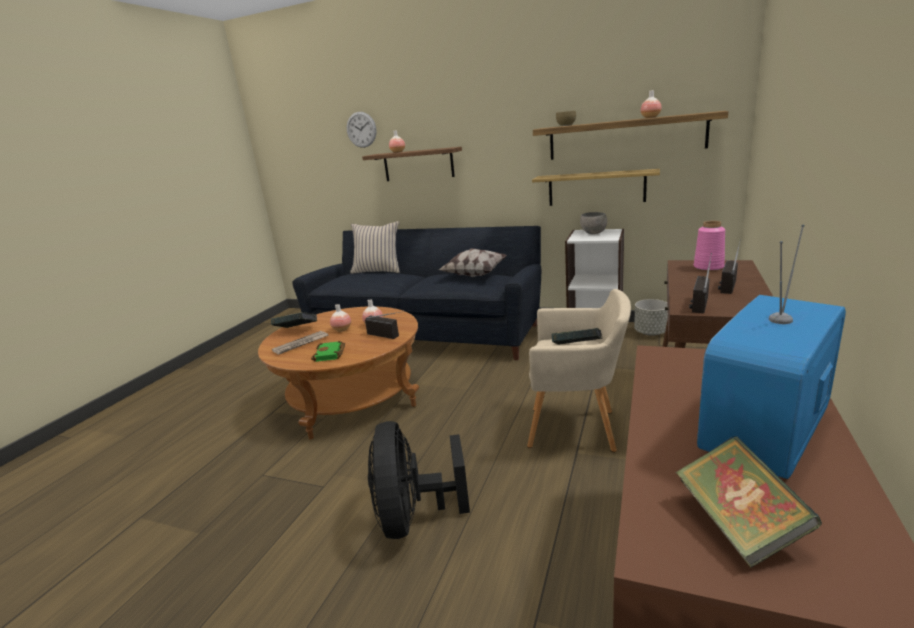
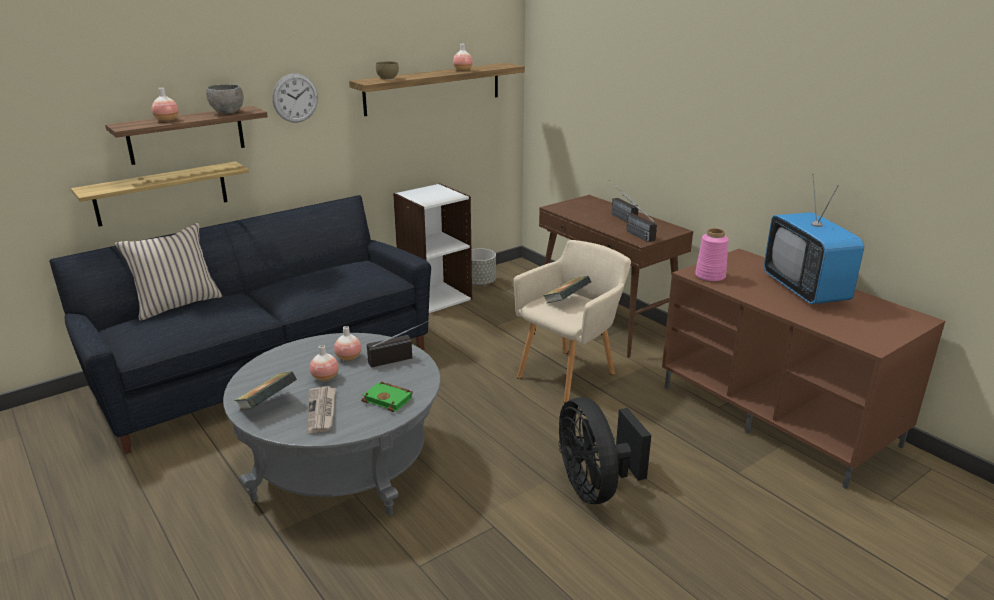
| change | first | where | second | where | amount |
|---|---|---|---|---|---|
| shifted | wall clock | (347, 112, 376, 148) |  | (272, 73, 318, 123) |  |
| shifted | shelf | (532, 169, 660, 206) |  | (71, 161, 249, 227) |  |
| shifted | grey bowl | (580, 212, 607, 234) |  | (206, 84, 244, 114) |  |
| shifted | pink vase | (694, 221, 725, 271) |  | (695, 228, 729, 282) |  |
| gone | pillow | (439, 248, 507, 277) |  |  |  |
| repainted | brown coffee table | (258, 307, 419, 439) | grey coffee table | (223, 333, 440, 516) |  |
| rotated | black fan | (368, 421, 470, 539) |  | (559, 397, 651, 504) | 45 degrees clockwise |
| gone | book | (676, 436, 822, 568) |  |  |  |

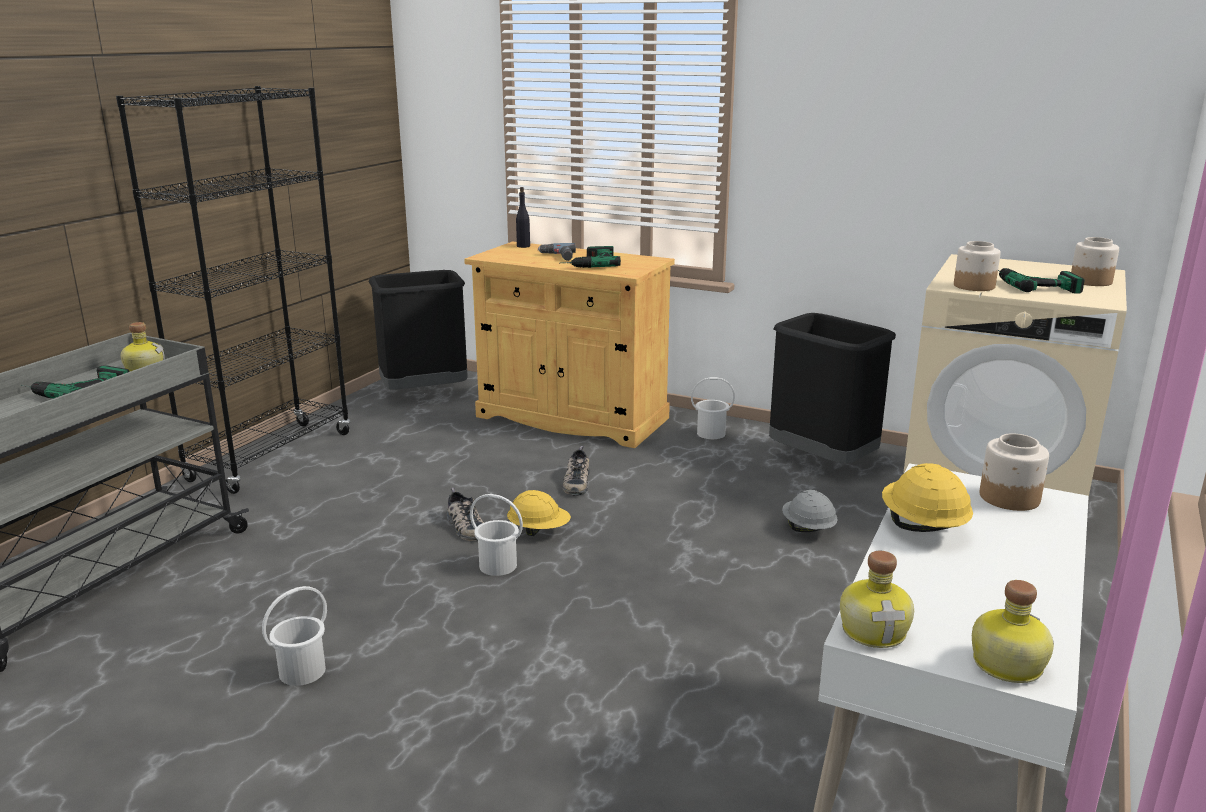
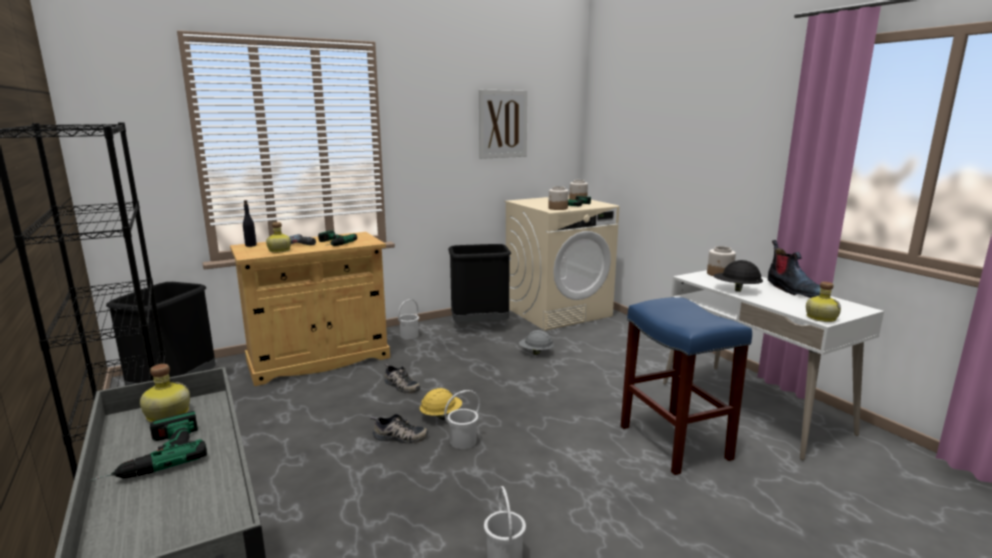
| change | first | where | second | where | amount |
|---|---|---|---|---|---|
| repainted | yellow hard hat | (882, 463, 973, 532) | black hard hat | (713, 260, 763, 292) |  |
| shifted | bottle | (972, 580, 1054, 683) |  | (266, 222, 291, 253) |  |
| new |  |  | picture | (479, 90, 528, 159) |  |
| new |  |  | boot | (768, 240, 821, 298) |  |
| new |  |  | blue stool | (621, 297, 752, 475) |  |

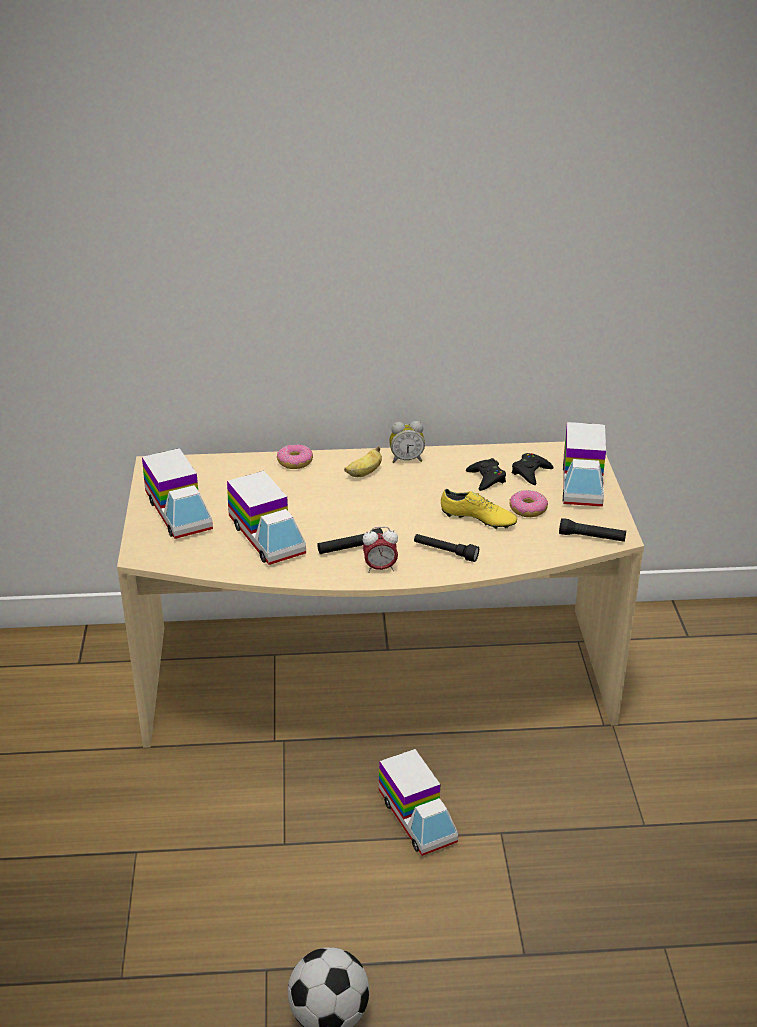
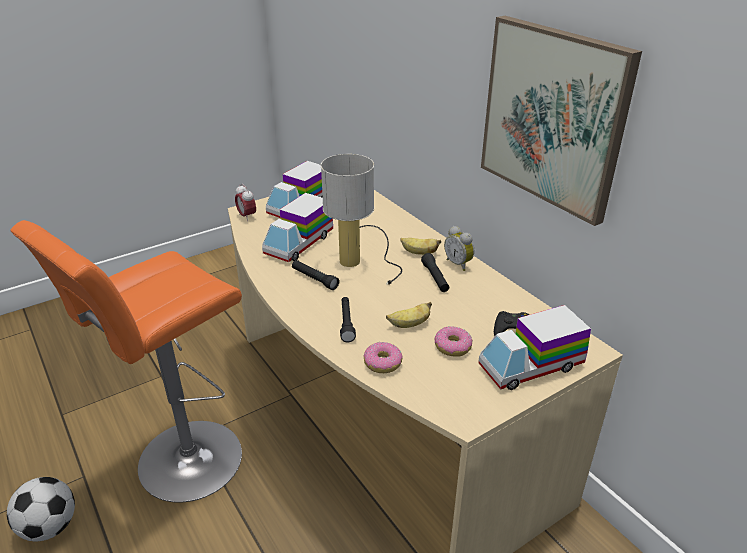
| change | first | where | second | where | amount |
|---|---|---|---|---|---|
| shifted | donut | (277, 445, 313, 469) |  | (364, 342, 403, 373) |  |
| gone | black game controller | (466, 458, 506, 491) |  |  |  |
| swapped | yellow shoe | (441, 489, 517, 529) | banana | (386, 302, 432, 328) |  |
| shifted | black flashlight | (559, 518, 626, 542) |  | (421, 253, 449, 292) |  |
| shifted | alarm clock | (363, 527, 398, 573) |  | (235, 183, 256, 221) |  |
| gone | toy truck | (378, 749, 458, 856) |  |  |  |
| new |  |  | picture | (481, 16, 642, 226) |  |
| new |  |  | table lamp | (320, 154, 402, 285) |  |
| new |  |  | orange stool | (10, 220, 242, 503) |  |

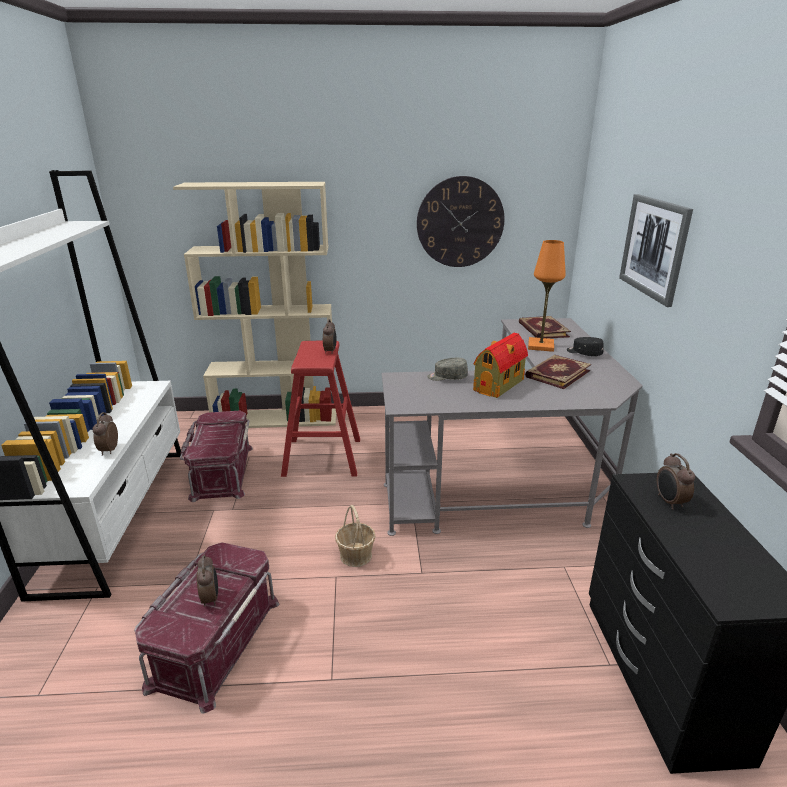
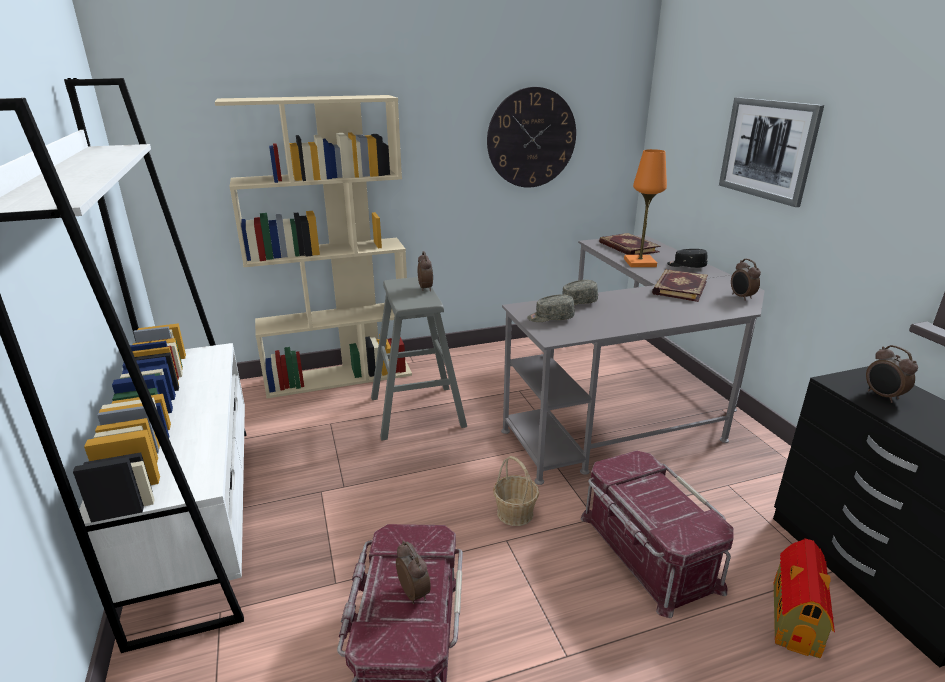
| change | first | where | second | where | amount |
|---|---|---|---|---|---|
| shifted | toy house | (473, 333, 528, 398) |  | (774, 539, 835, 658) |  |
| repainted | red stool | (281, 341, 360, 477) | grey stool | (371, 277, 467, 441) |  |
| shifted | red storage box | (180, 410, 253, 502) |  | (581, 450, 734, 618) |  |
| shifted | alarm clock | (92, 412, 118, 456) |  | (731, 259, 761, 301) |  |
| new |  |  | grey cap | (527, 294, 575, 322) |  |

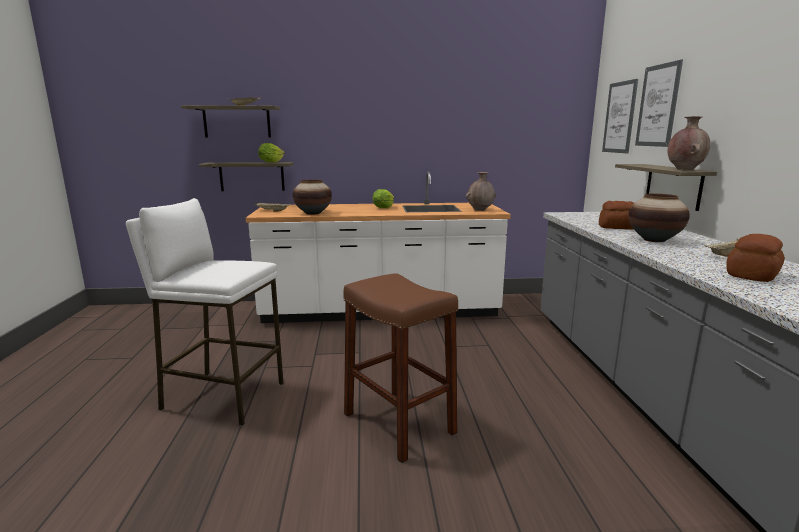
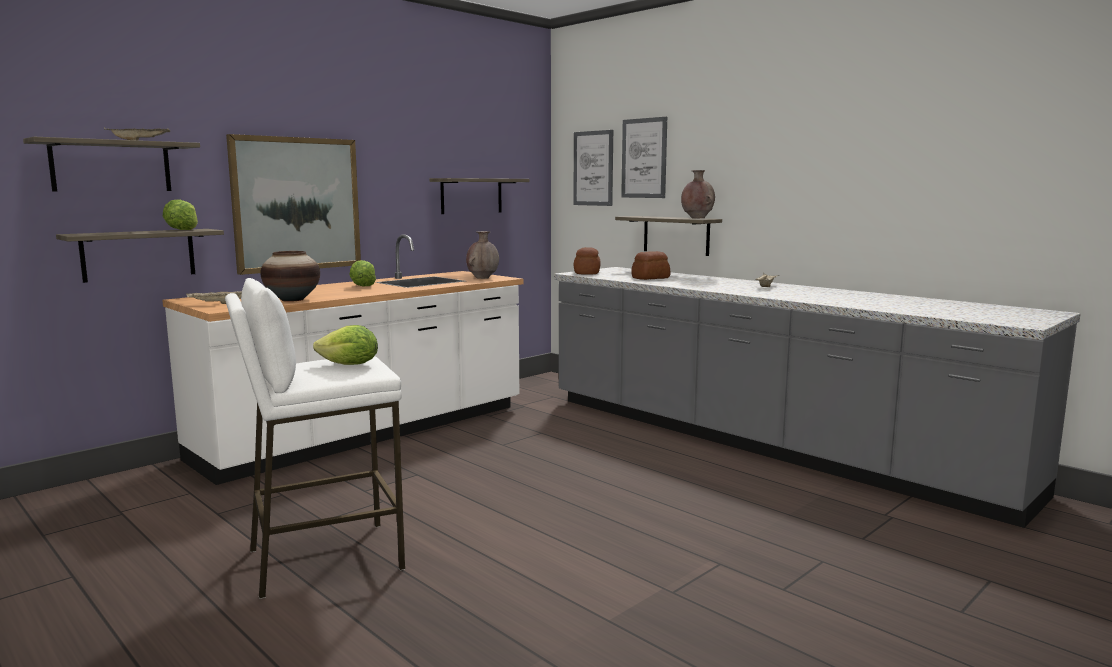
| change | first | where | second | where | amount |
|---|---|---|---|---|---|
| gone | vase | (629, 194, 690, 242) |  |  |  |
| shifted | bread | (727, 234, 785, 282) |  | (574, 247, 601, 274) |  |
| gone | brown stool | (344, 273, 458, 463) |  |  |  |
| new |  |  | picture | (226, 134, 361, 275) |  |
| new |  |  | shelf | (429, 178, 529, 214) |  |
| new |  |  | lettuce | (313, 325, 378, 365) |  |

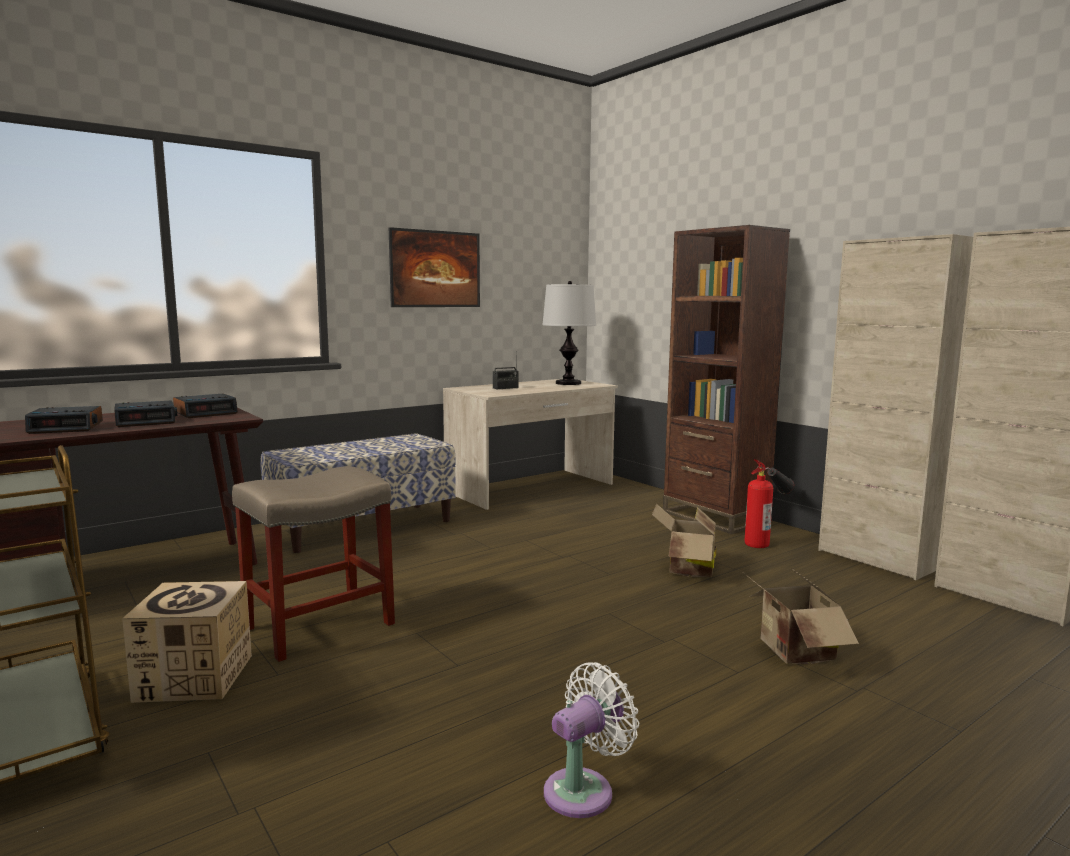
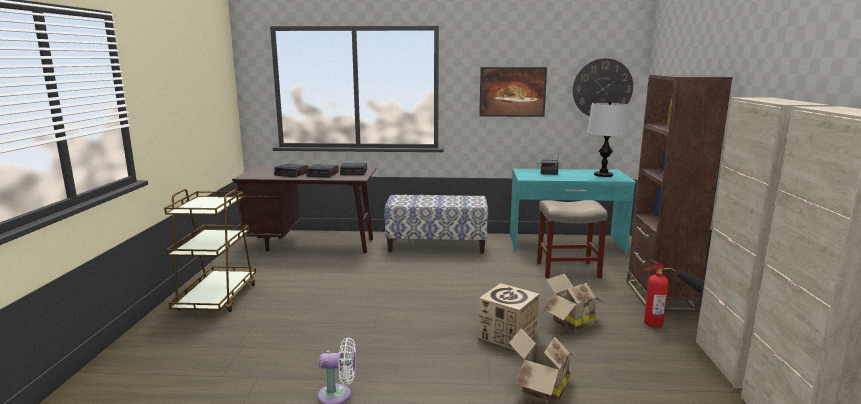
| change | first | where | second | where | amount |
|---|---|---|---|---|---|
| repainted | beige desk | (443, 379, 618, 510) | turquoise desk | (510, 169, 636, 254) |  |
| shifted | beige stool | (232, 466, 395, 662) |  | (537, 200, 608, 278) |  |
| shifted | cardboard box | (122, 581, 252, 703) |  | (478, 283, 539, 351) |  |
| new |  |  | wall clock | (573, 58, 633, 117) |  |

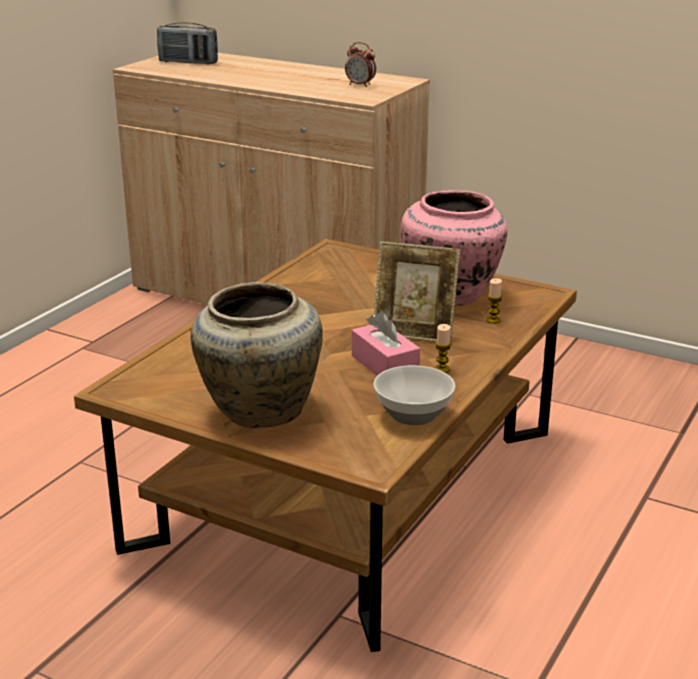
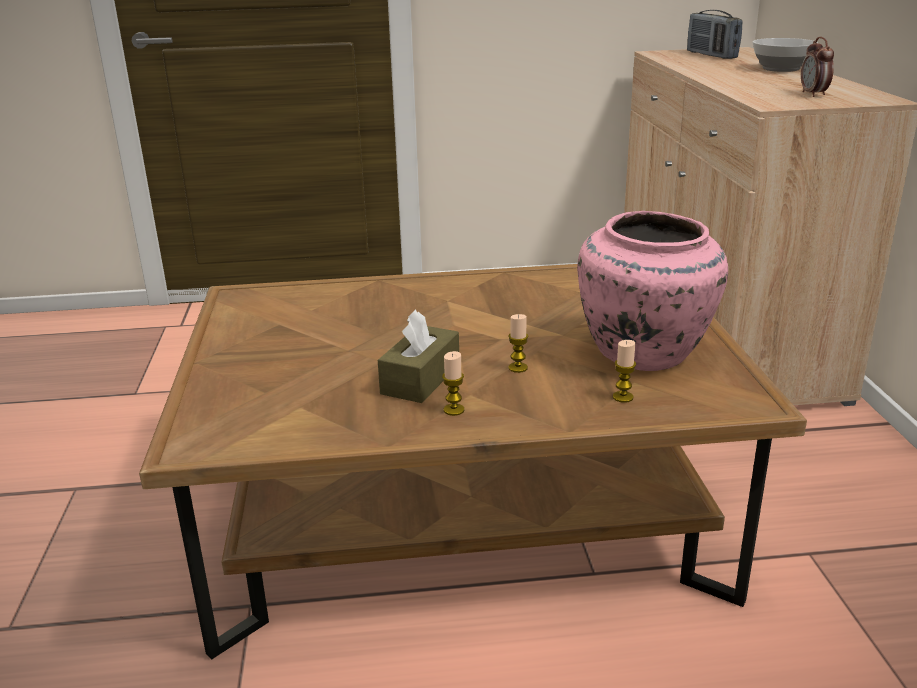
| change | first | where | second | where | amount |
|---|---|---|---|---|---|
| swapped | picture frame | (374, 241, 460, 342) | candle | (508, 314, 528, 373) |  |
| gone | beige vase | (191, 282, 323, 428) |  |  |  |
| repainted | pink tissue box | (352, 311, 420, 376) | brown tissue box | (378, 310, 459, 403) |  |
| shifted | bowl | (373, 365, 456, 425) |  | (752, 38, 818, 72) |  |

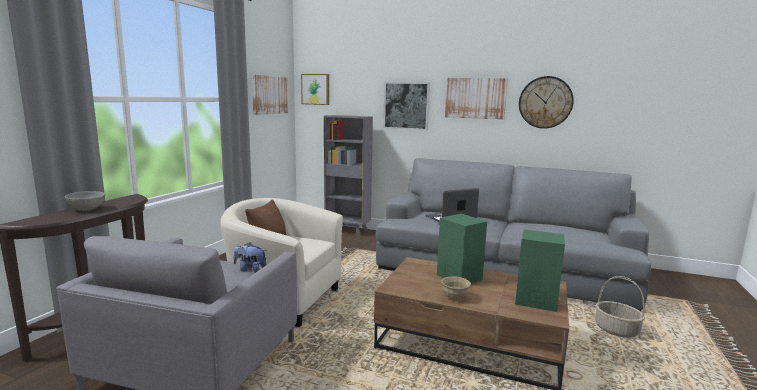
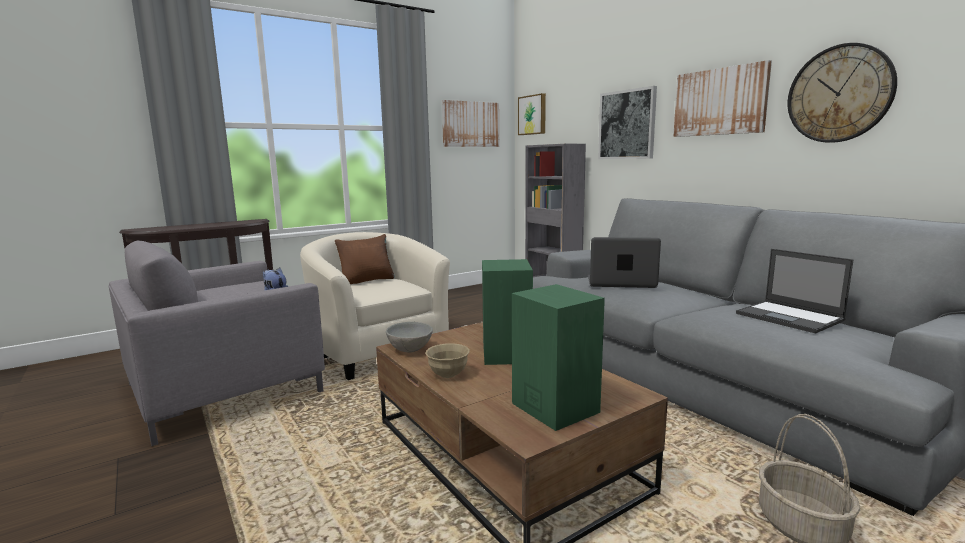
| change | first | where | second | where | amount |
|---|---|---|---|---|---|
| shifted | grey bowl | (65, 191, 105, 211) |  | (386, 322, 433, 352) |  |
| new |  |  | laptop | (736, 249, 854, 333) |  |

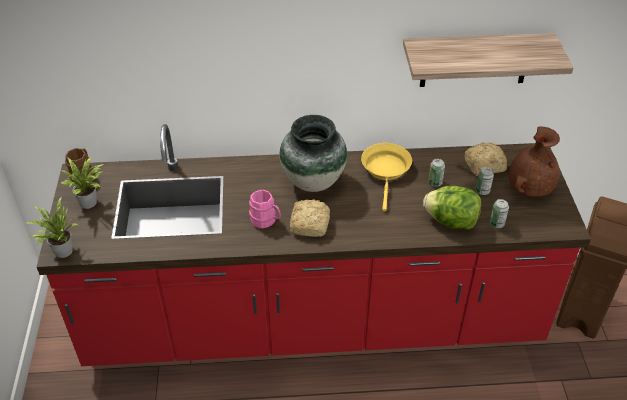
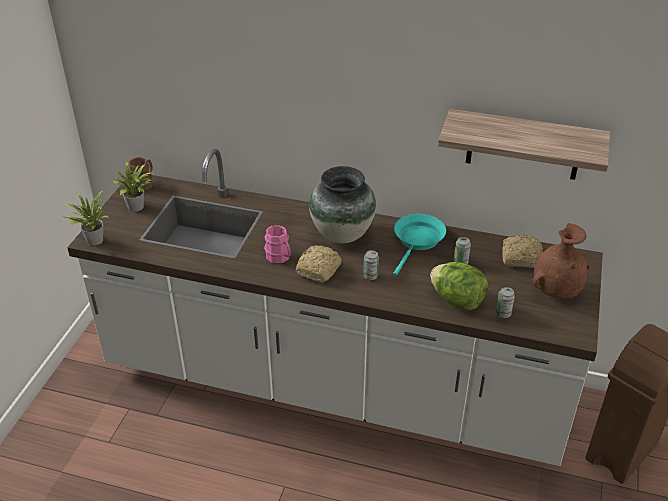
| change | first | where | second | where | amount |
|---|---|---|---|---|---|
| repainted | red counter | (37, 124, 591, 366) | white counter | (67, 149, 603, 466) |  |
| repainted | yellow frying pan | (361, 143, 412, 212) | turquoise frying pan | (393, 214, 446, 276) |  |
| shifted | can | (476, 167, 494, 195) |  | (363, 250, 379, 280) |  |

